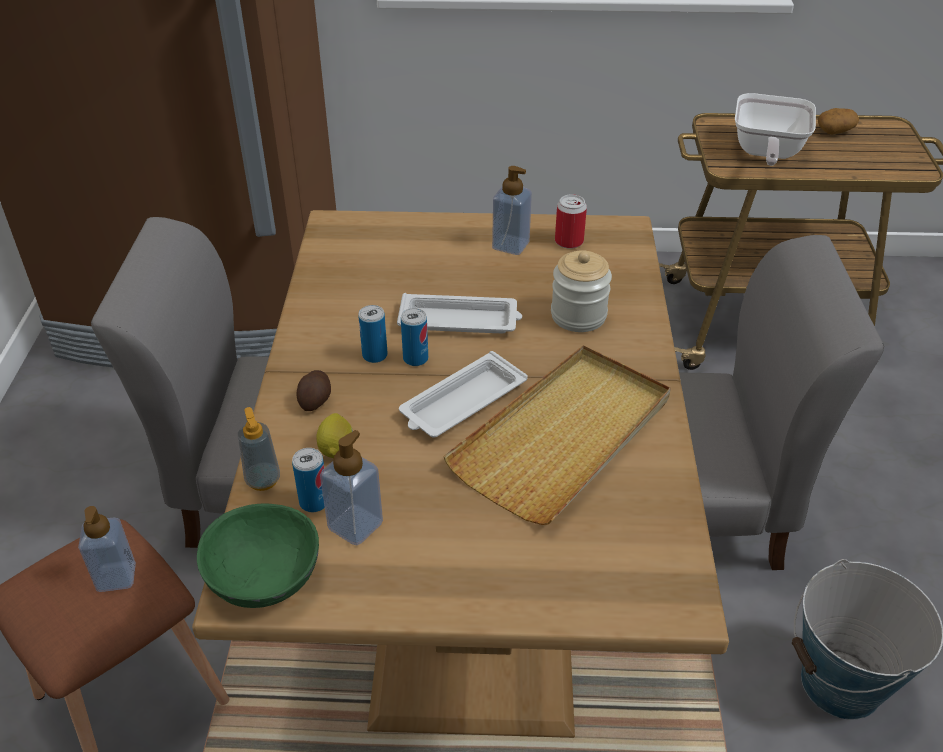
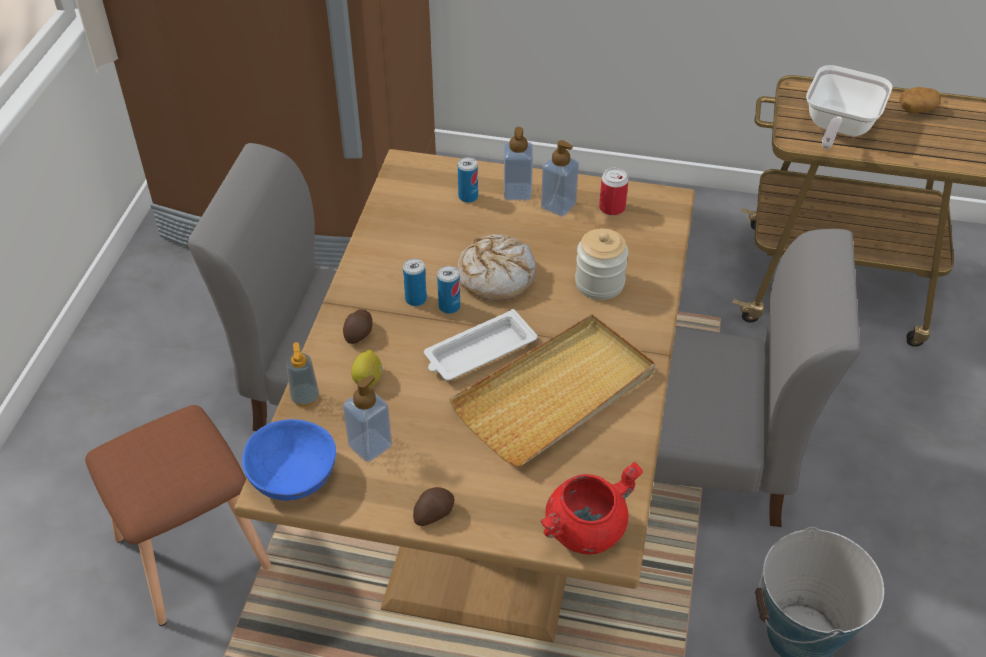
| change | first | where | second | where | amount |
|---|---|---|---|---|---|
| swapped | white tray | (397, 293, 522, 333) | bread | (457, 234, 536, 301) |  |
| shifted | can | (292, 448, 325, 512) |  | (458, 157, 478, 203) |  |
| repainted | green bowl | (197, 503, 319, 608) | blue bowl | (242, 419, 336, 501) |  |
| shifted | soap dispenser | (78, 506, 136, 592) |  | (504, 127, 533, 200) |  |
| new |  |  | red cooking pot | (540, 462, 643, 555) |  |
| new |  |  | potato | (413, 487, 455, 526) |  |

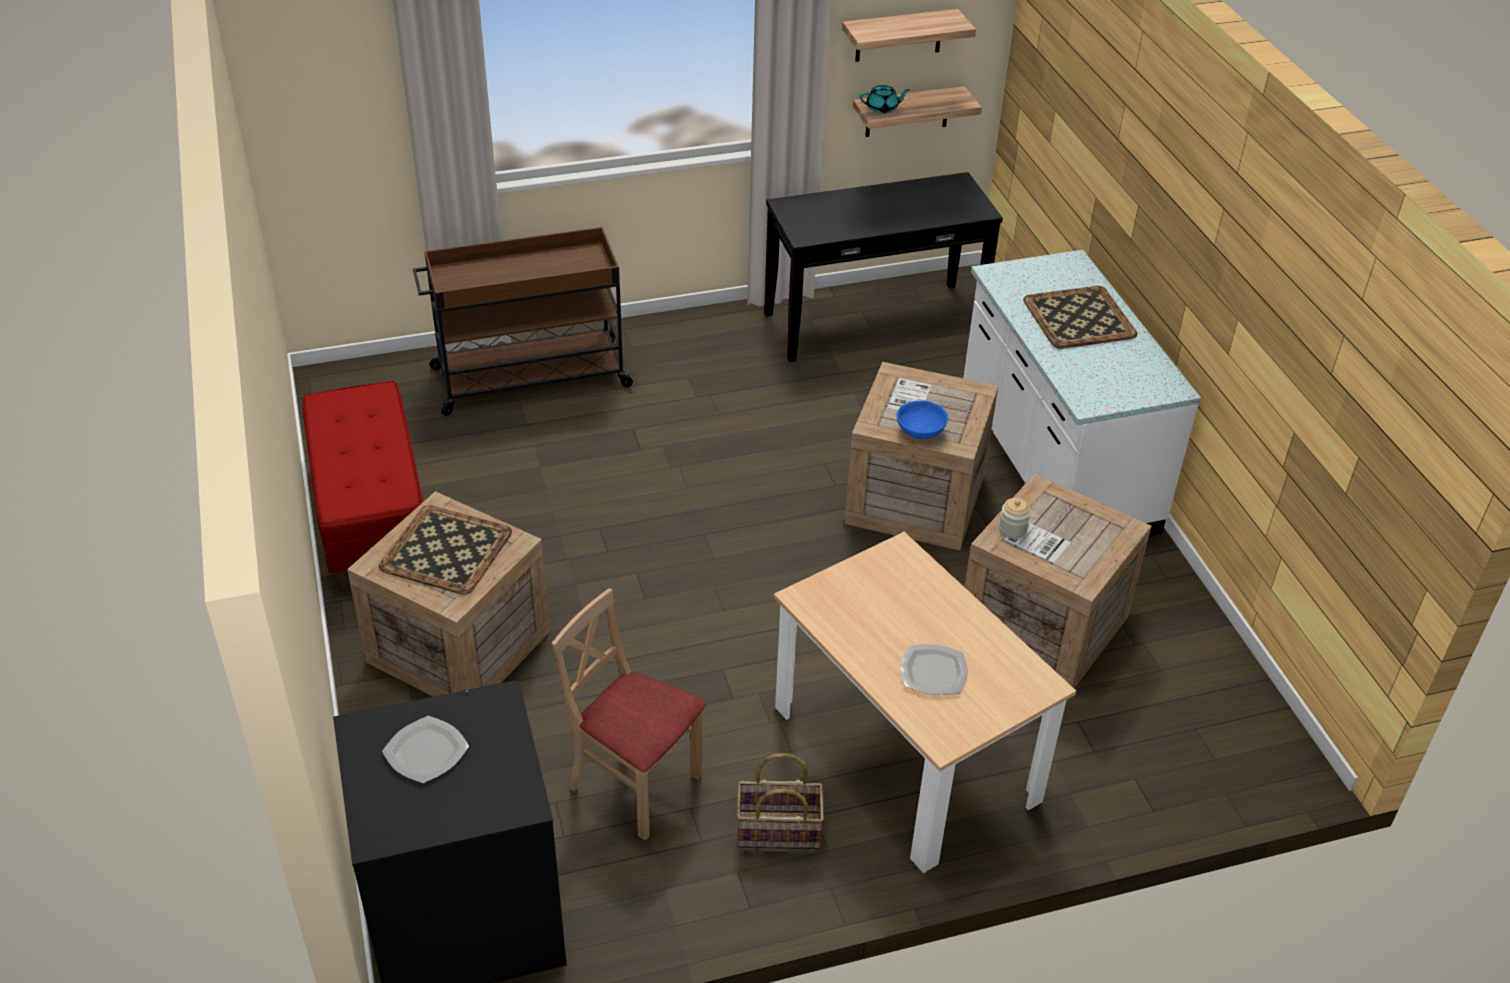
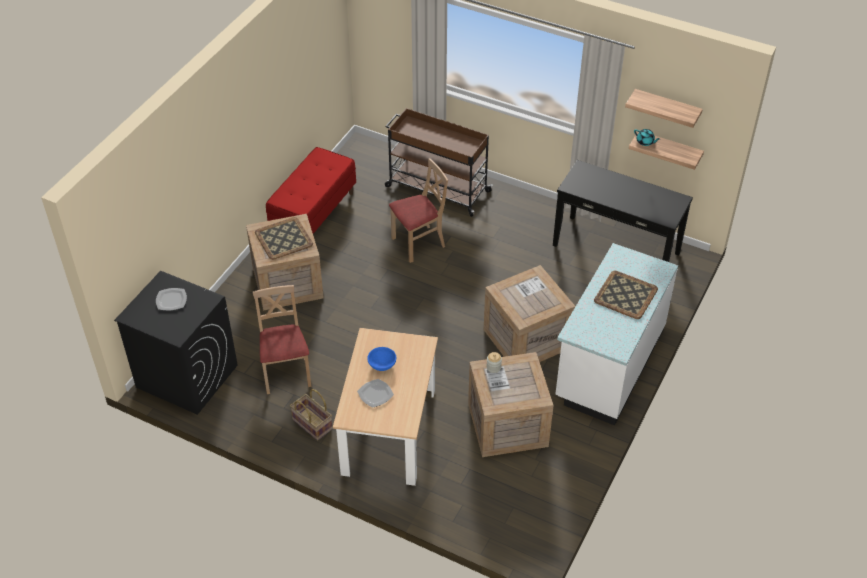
| change | first | where | second | where | amount |
|---|---|---|---|---|---|
| shifted | blue bowl | (897, 401, 948, 439) |  | (367, 347, 396, 371) |  |
| new |  |  | beige chair | (389, 159, 448, 263) |  |

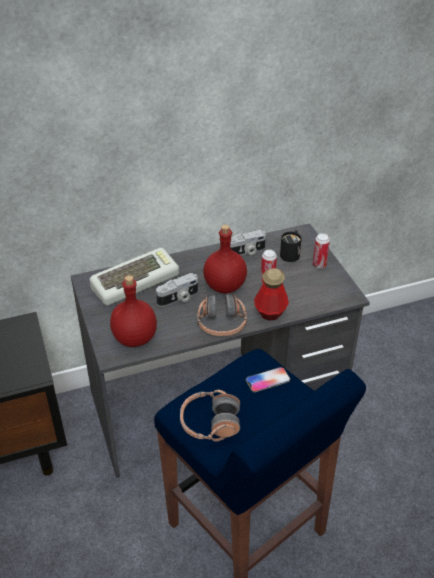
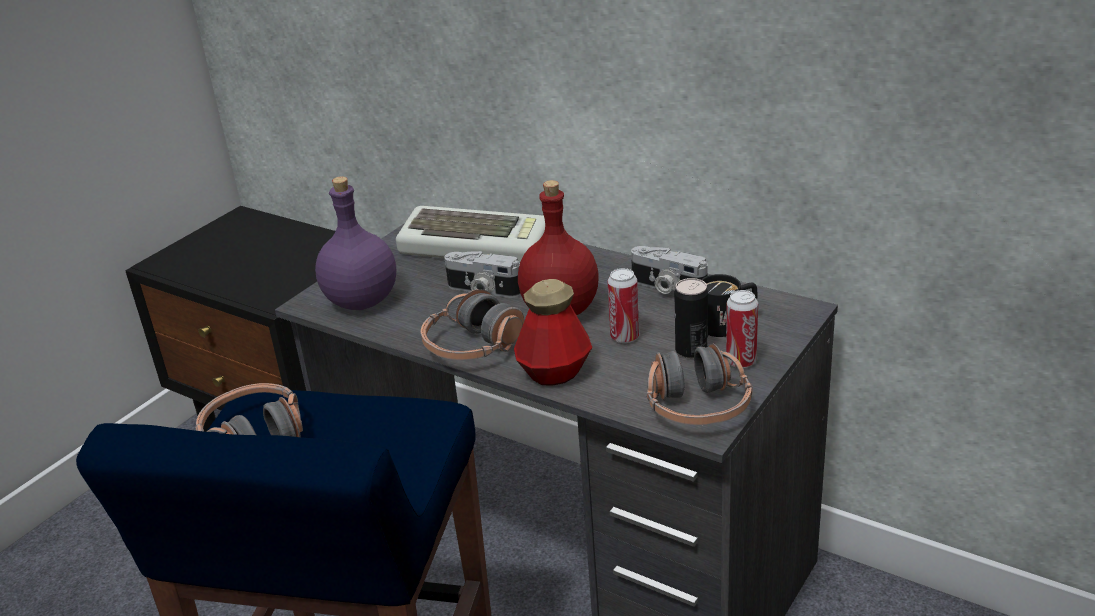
| change | first | where | second | where | amount |
|---|---|---|---|---|---|
| repainted | red bottle | (110, 275, 157, 347) | purple bottle | (315, 176, 396, 310) |  |
| gone | phone | (246, 367, 290, 392) |  |  |  |
| new |  |  | can | (674, 278, 708, 358) |  |
| new |  |  | headphones | (647, 343, 753, 425) |  |

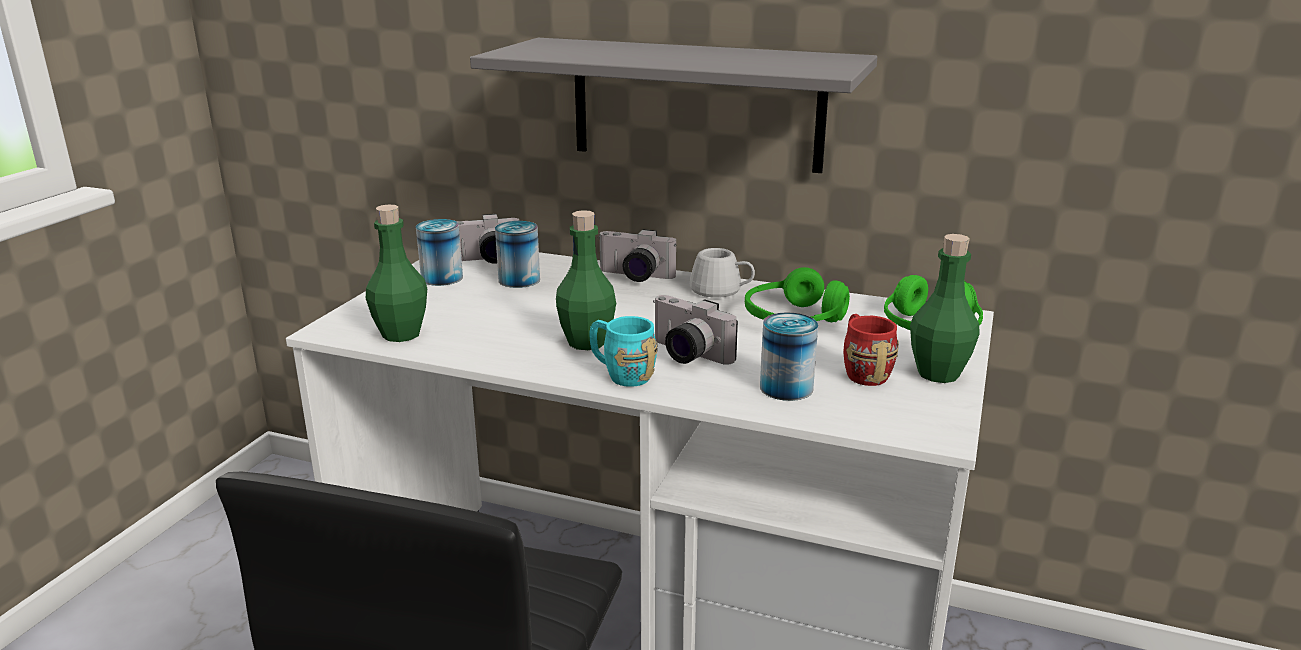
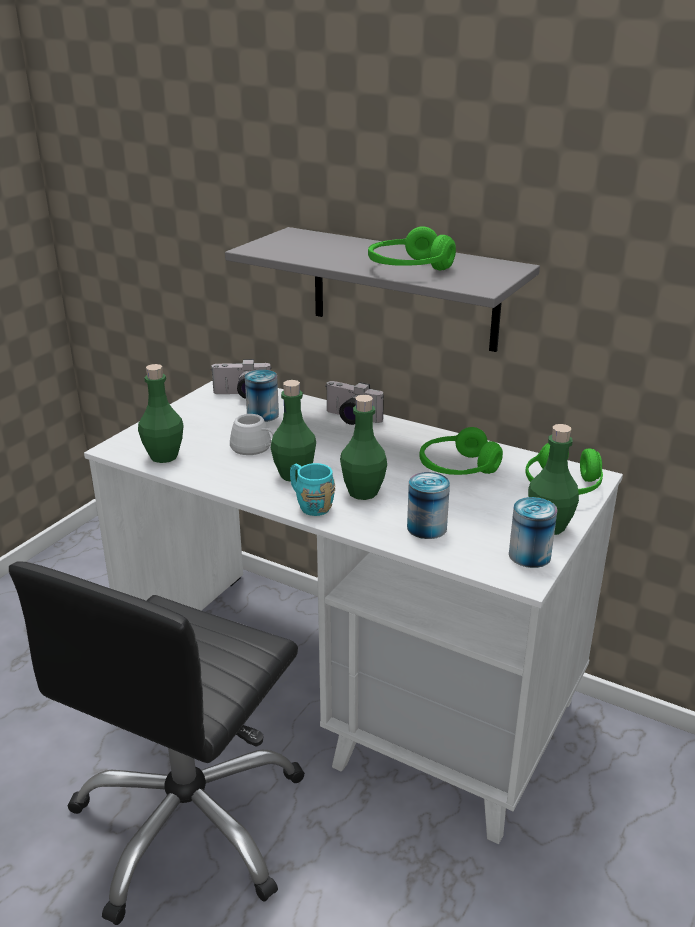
| change | first | where | second | where | amount |
|---|---|---|---|---|---|
| shifted | can | (416, 219, 463, 286) |  | (509, 497, 557, 568) |  |
| shifted | white mug | (690, 248, 755, 298) |  | (230, 414, 274, 455) |  |
| swapped | photo camera | (653, 295, 738, 365) | green bottle | (340, 395, 387, 500) |  |
| gone | red mug | (843, 314, 899, 386) |  |  |  |
| new |  |  | green headphones | (368, 226, 456, 270) |  |

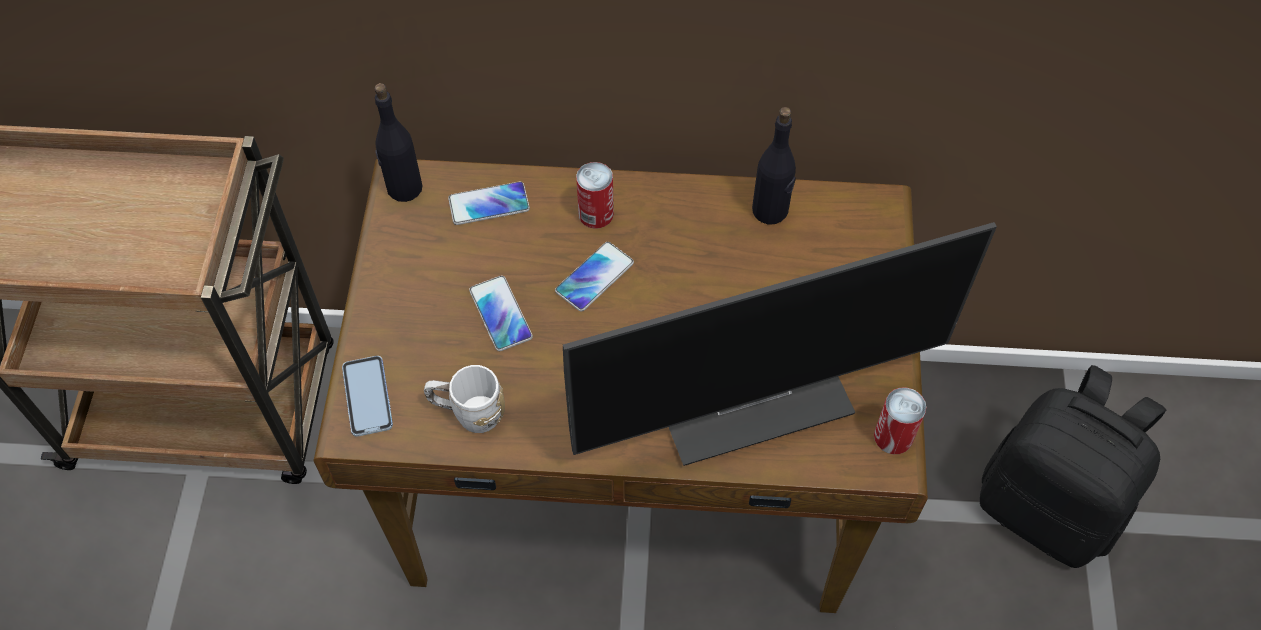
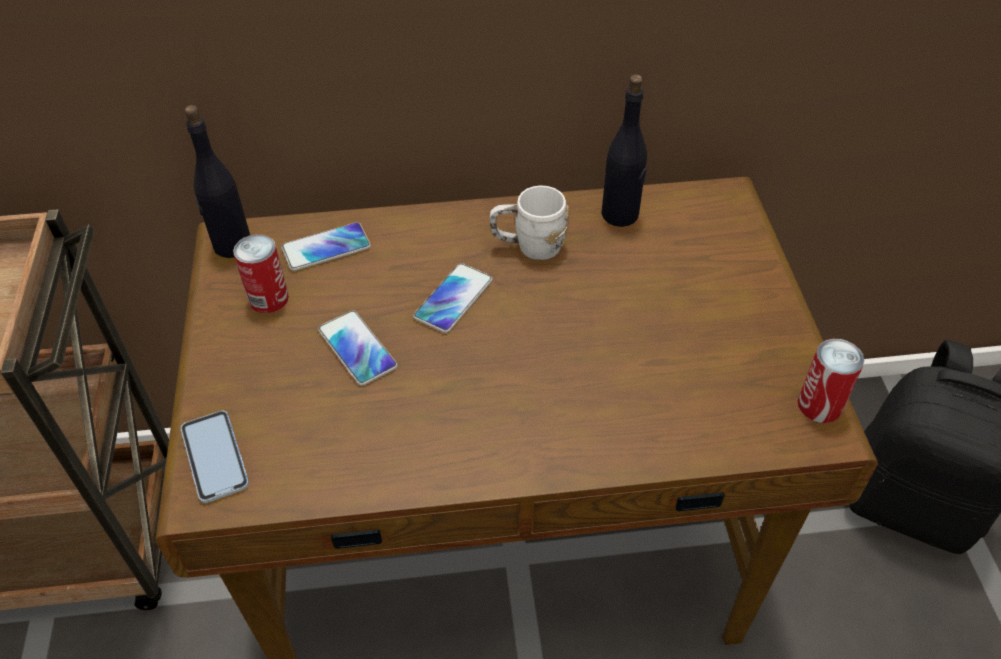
| change | first | where | second | where | amount |
|---|---|---|---|---|---|
| shifted | can | (576, 162, 614, 229) |  | (233, 234, 289, 313) |  |
| gone | monitor | (563, 222, 997, 466) |  |  |  |
| shifted | white mug | (424, 365, 505, 433) |  | (490, 185, 569, 260) |  |

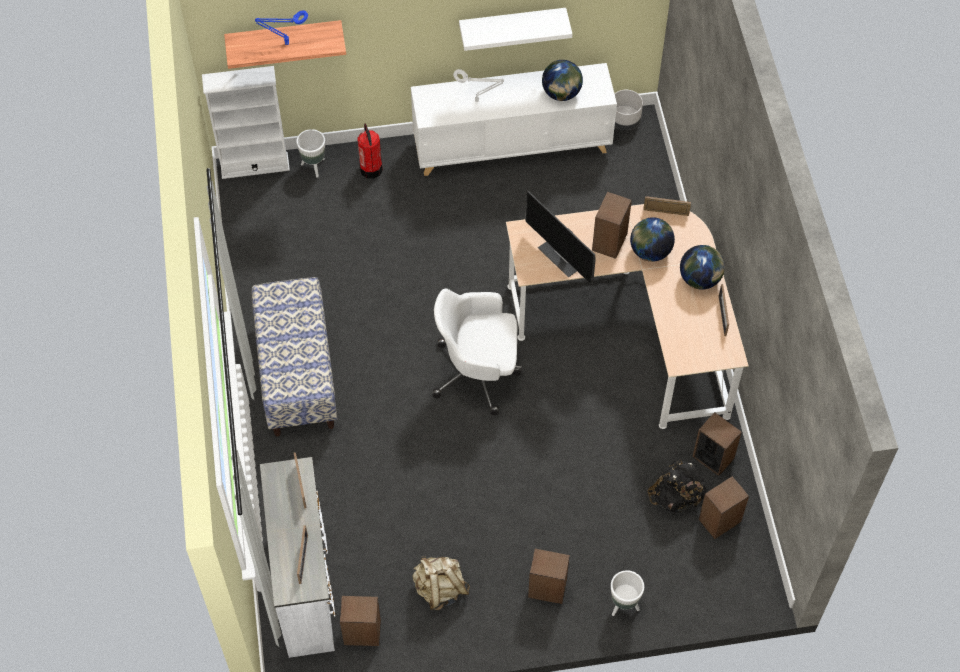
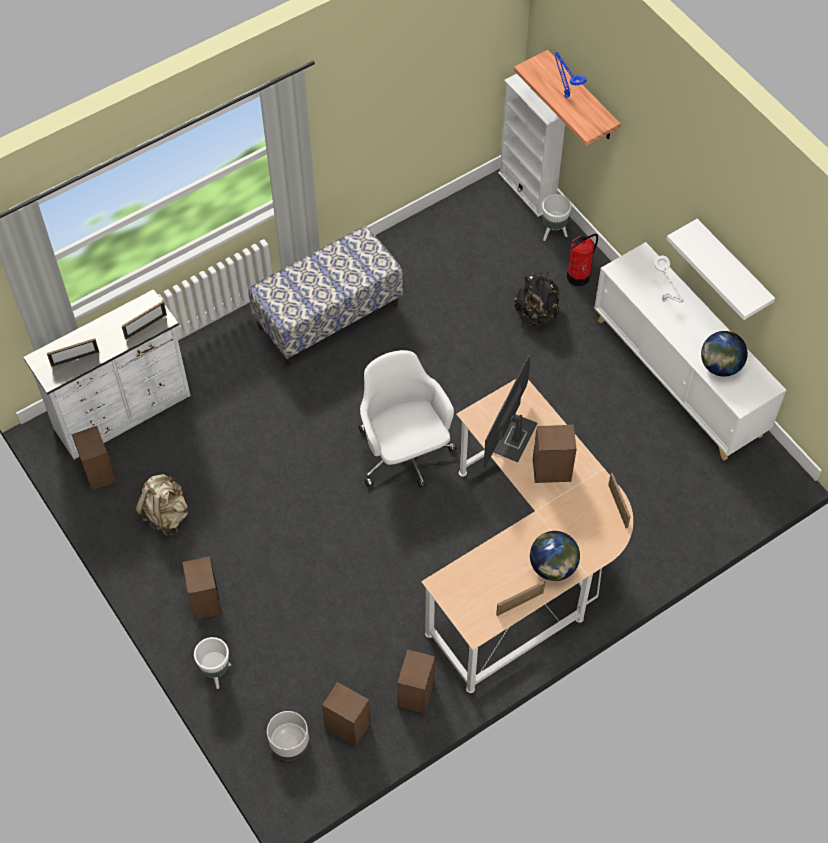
| change | first | where | second | where | amount |
|---|---|---|---|---|---|
| shifted | grey planter | (615, 90, 643, 130) |  | (267, 711, 309, 760) |  |
| gone | globe | (630, 217, 675, 262) |  |  |  |
| shifted | black backpack | (648, 459, 707, 512) |  | (514, 271, 560, 327) |  |

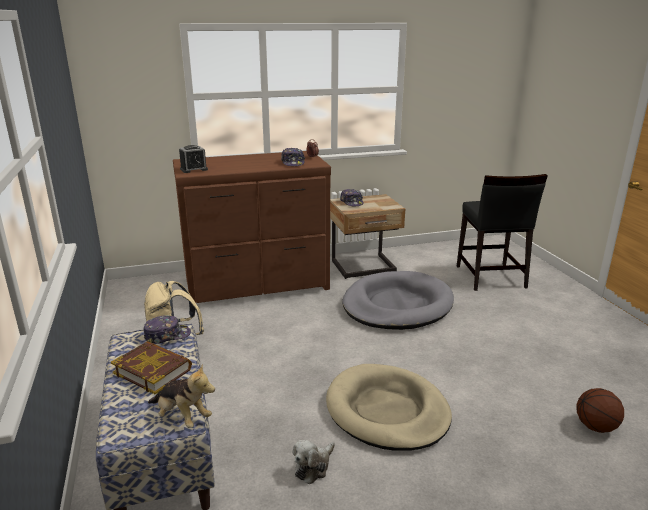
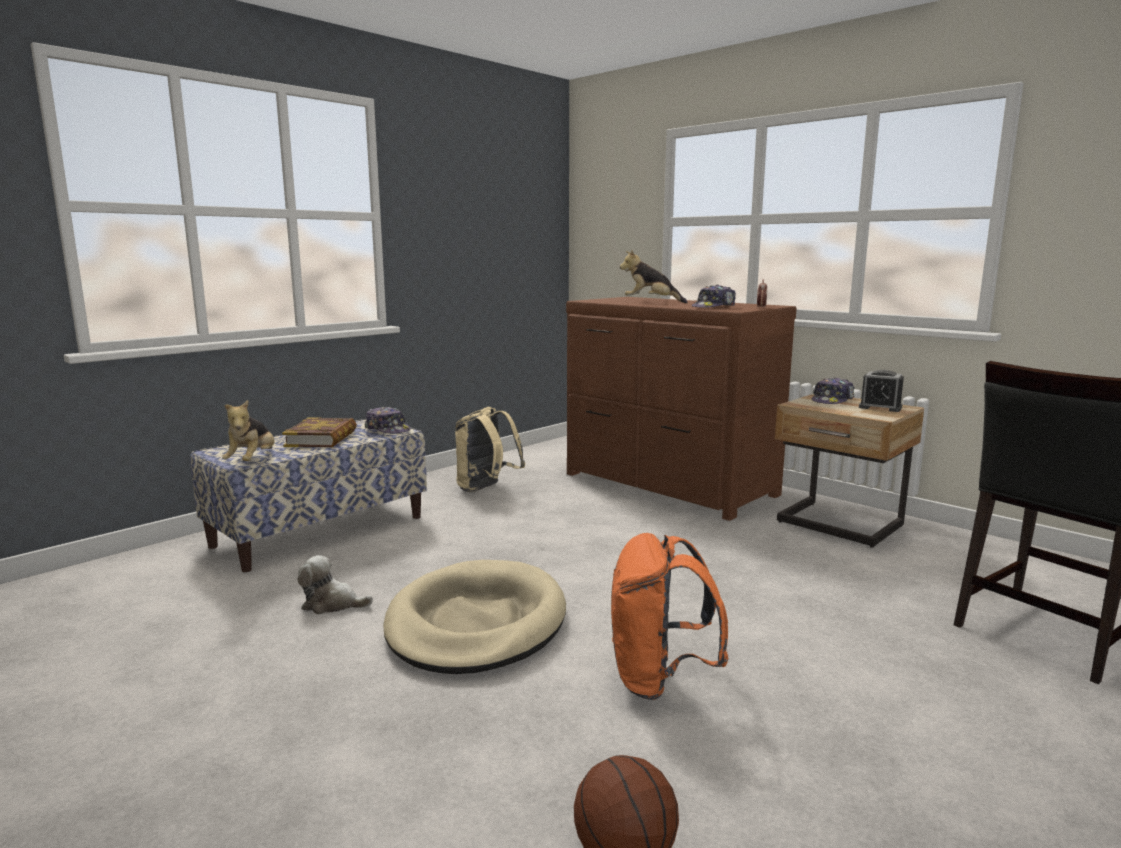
| change | first | where | second | where | amount |
|---|---|---|---|---|---|
| shifted | alarm clock | (179, 145, 208, 173) |  | (859, 370, 904, 412) |  |
| gone | grey dog bed | (343, 271, 454, 330) |  |  |  |
| new |  |  | plush toy | (620, 250, 688, 303) |  |
| new |  |  | orange backpack | (611, 533, 729, 700) |  |

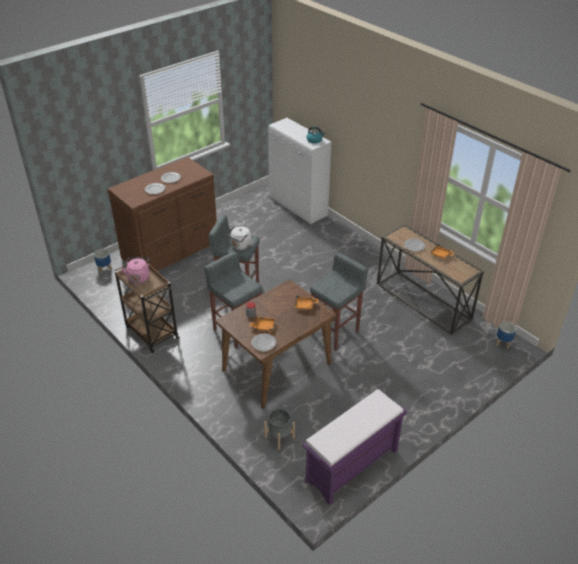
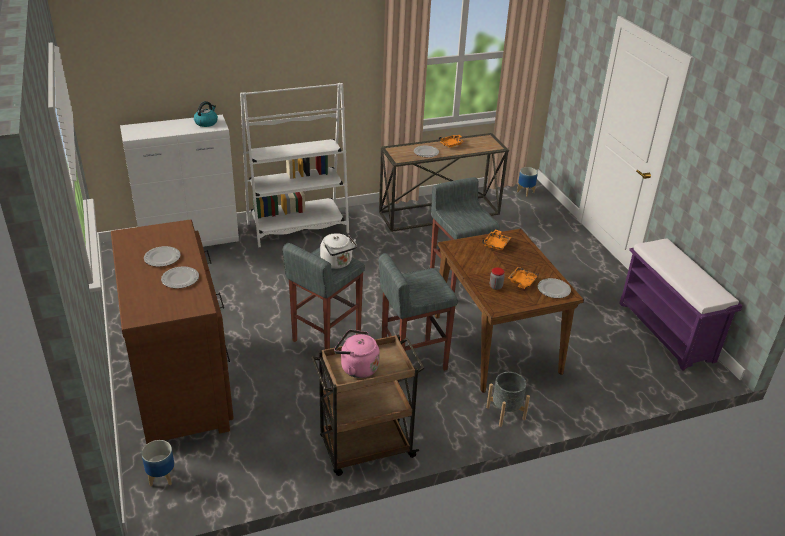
| change | first | where | second | where | amount |
|---|---|---|---|---|---|
| shifted | grey planter | (264, 408, 295, 450) |  | (486, 372, 530, 427) |  |
| new |  |  | white bookcase | (240, 83, 349, 247) |  |

